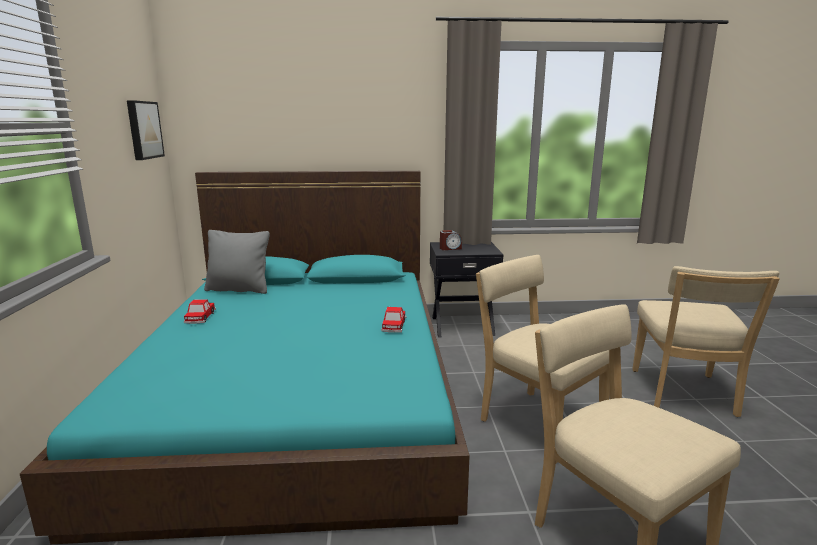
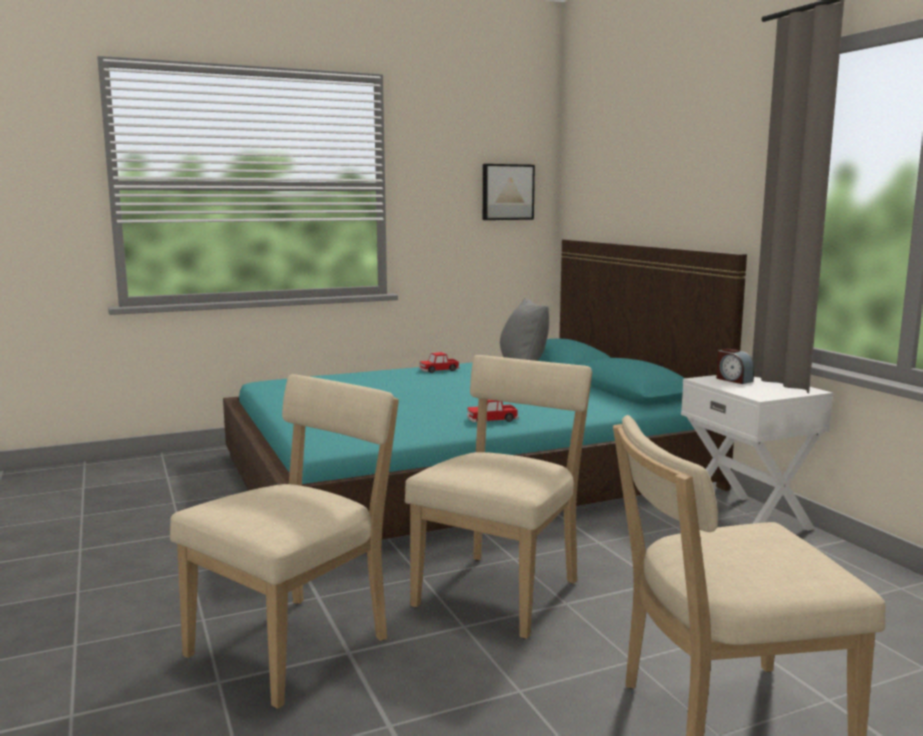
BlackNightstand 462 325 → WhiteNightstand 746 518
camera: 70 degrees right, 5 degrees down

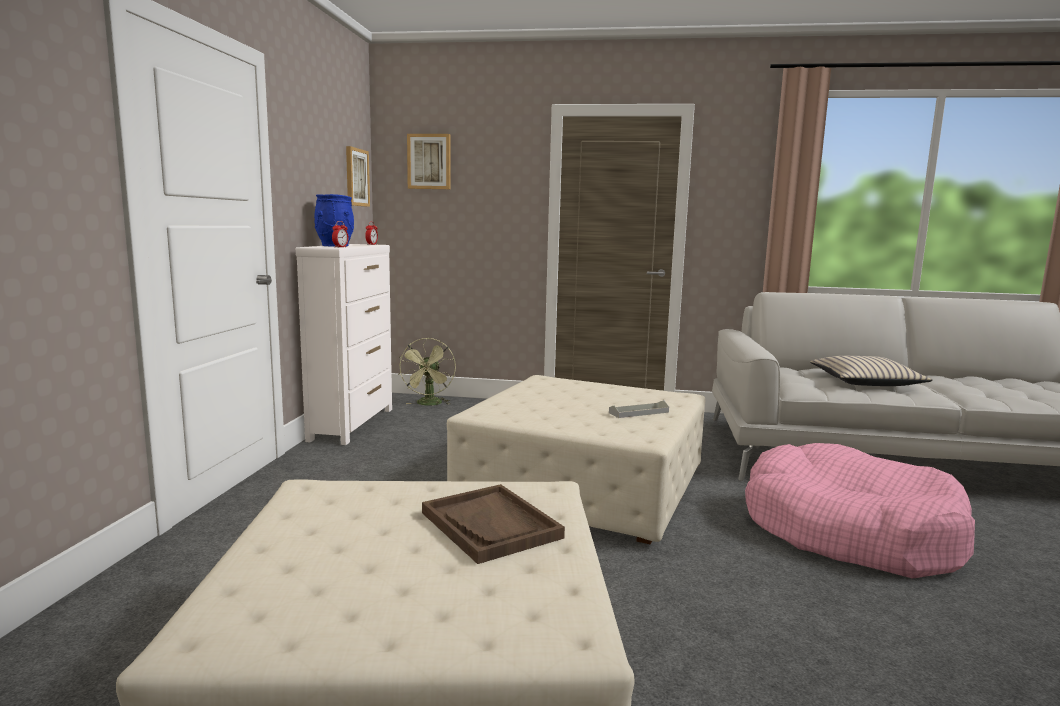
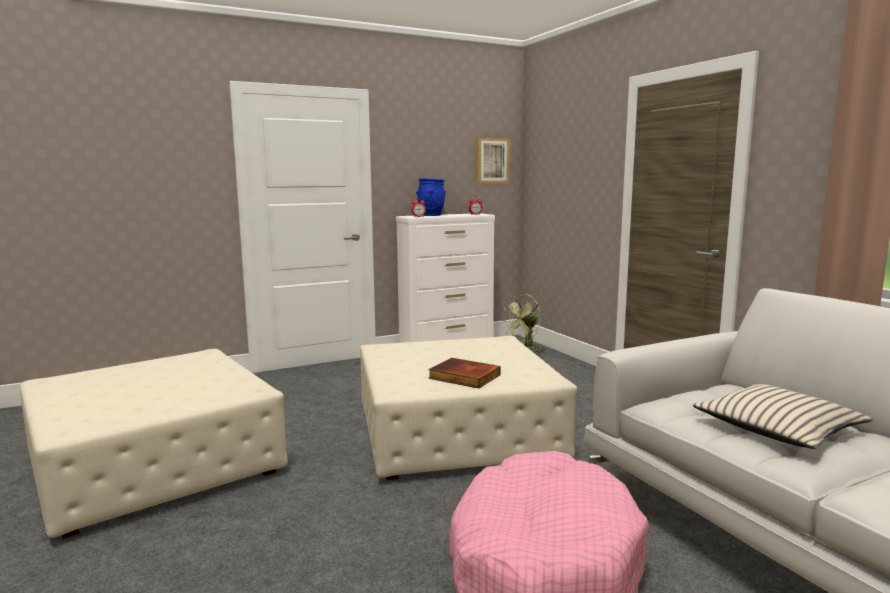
GreyTray 638 412 → Book 463 377
Picture 429 161 → -
BrownTray 491 525 → -
camera: 55 degrees right, 0 degrees up

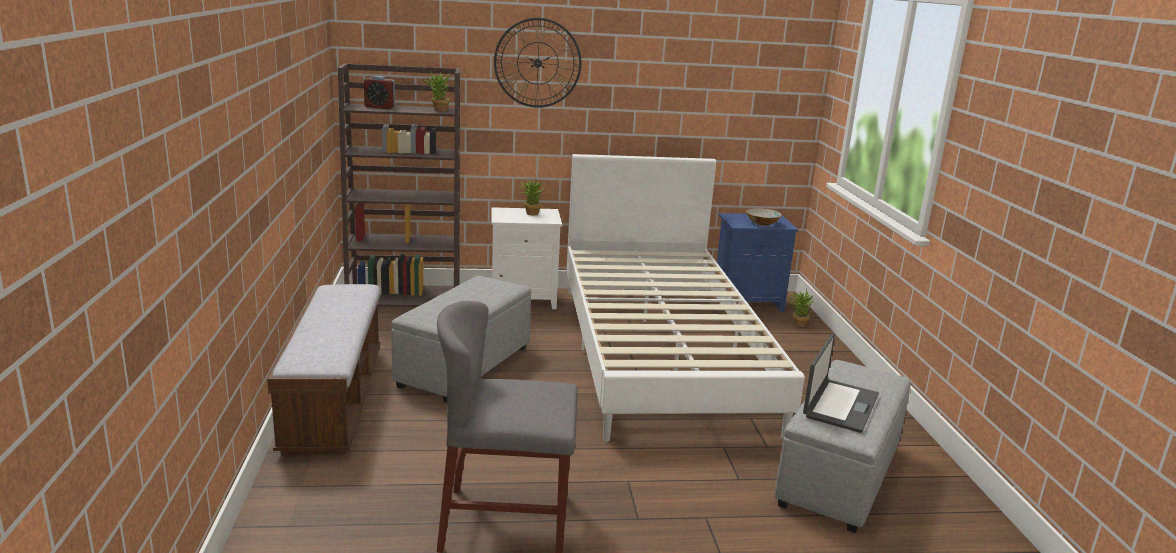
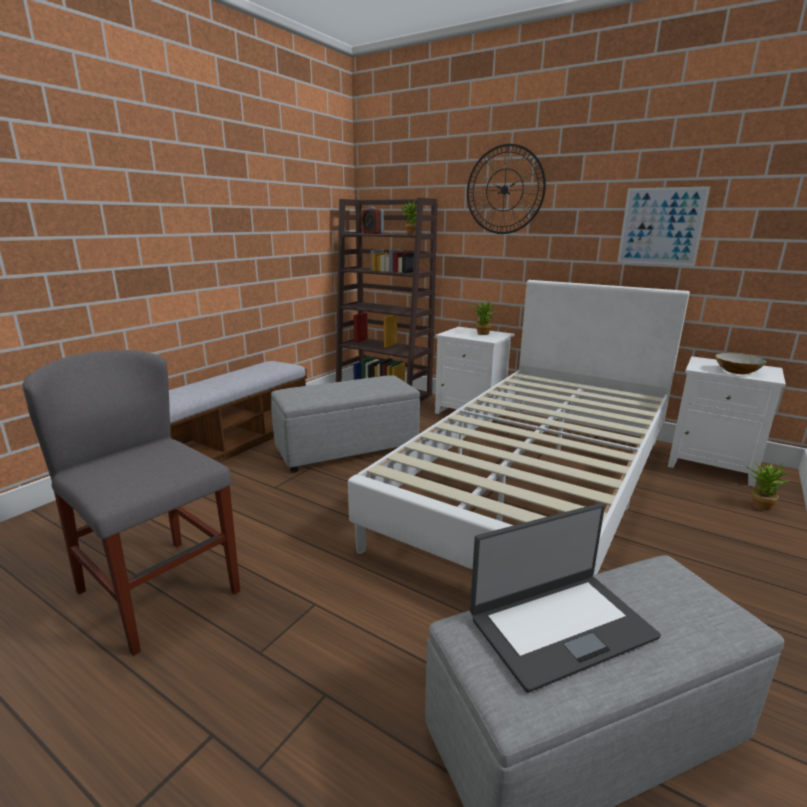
- → Picture 661 226
BlueNightstand 748 301 → WhiteNightstand 713 465
camera: 40 degrees right, 0 degrees up

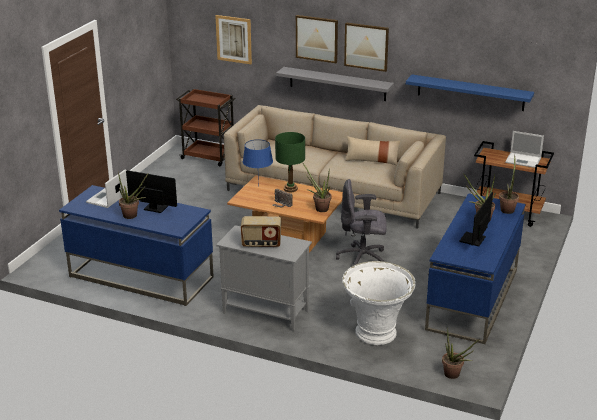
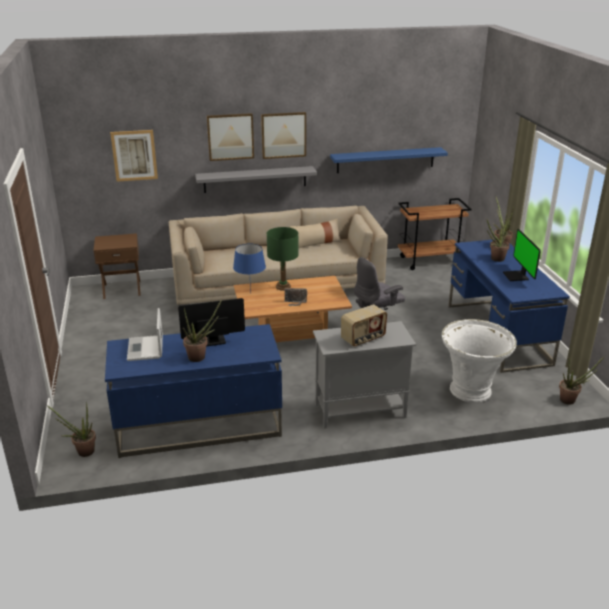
PottedPlant 319 208 → PottedPlant 82 452, move
BrownCart 209 157 → BrownNightstand 122 289
Laptop 524 160 → -
camera: 35 degrees left, 0 degrees up

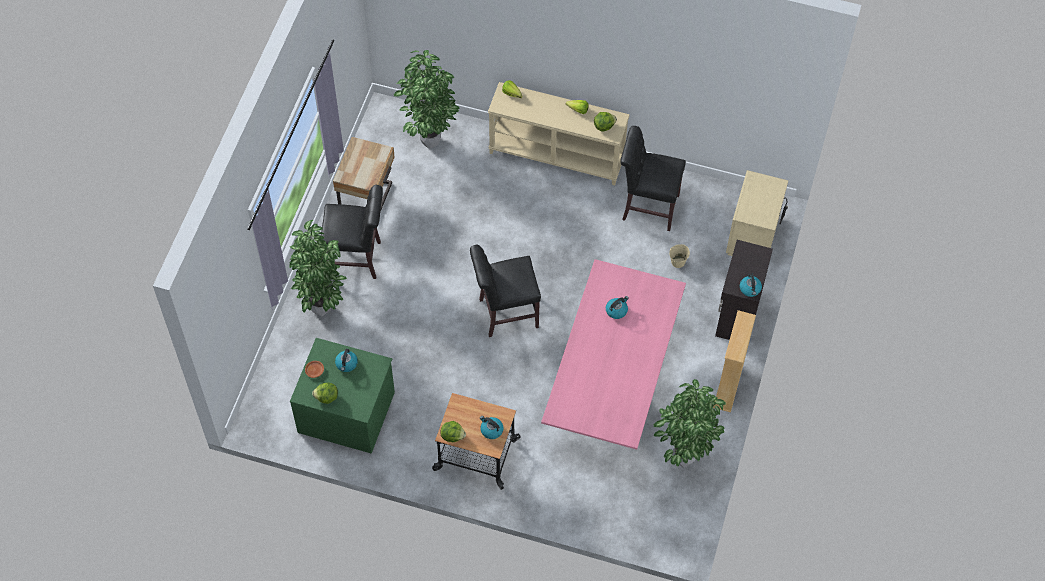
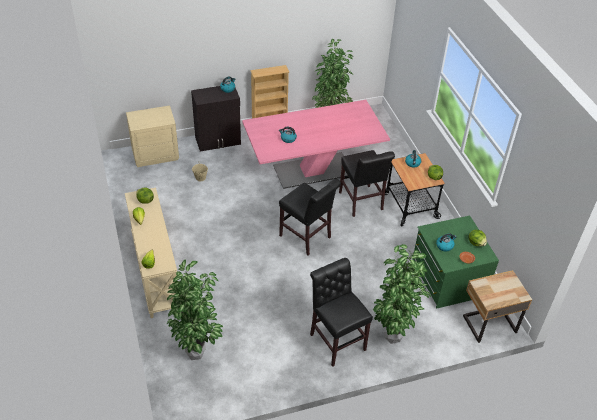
BlackChair 647 207 → BlackChair 361 203, move
BeigeNightstand 368 198 → BeigeNightstand 488 323, move
camera: 125 degrees left, 15 degrees down

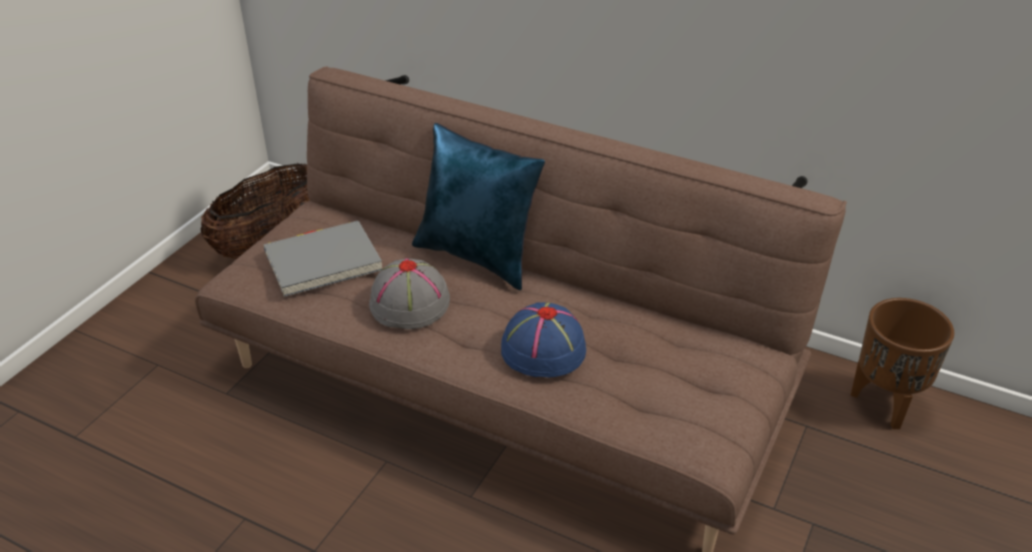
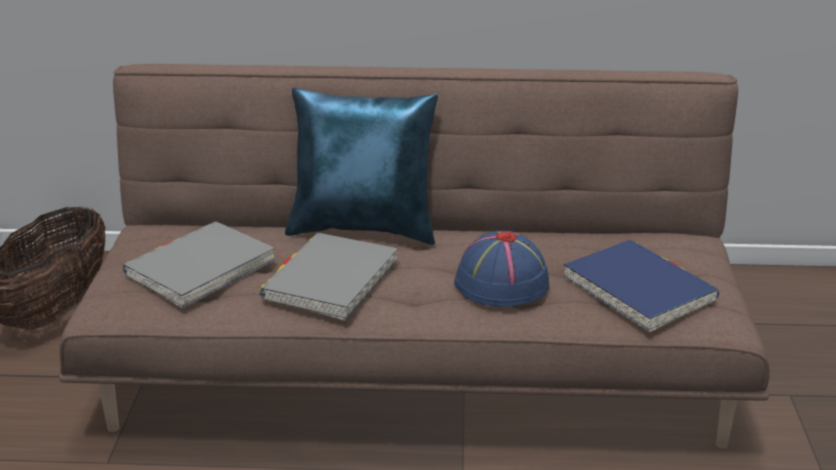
GreyHat 409 304 → GreyBook 331 281
- → BlueBook 638 290
BrownPlanter 885 404 → -
camera: 25 degrees left, 10 degrees down

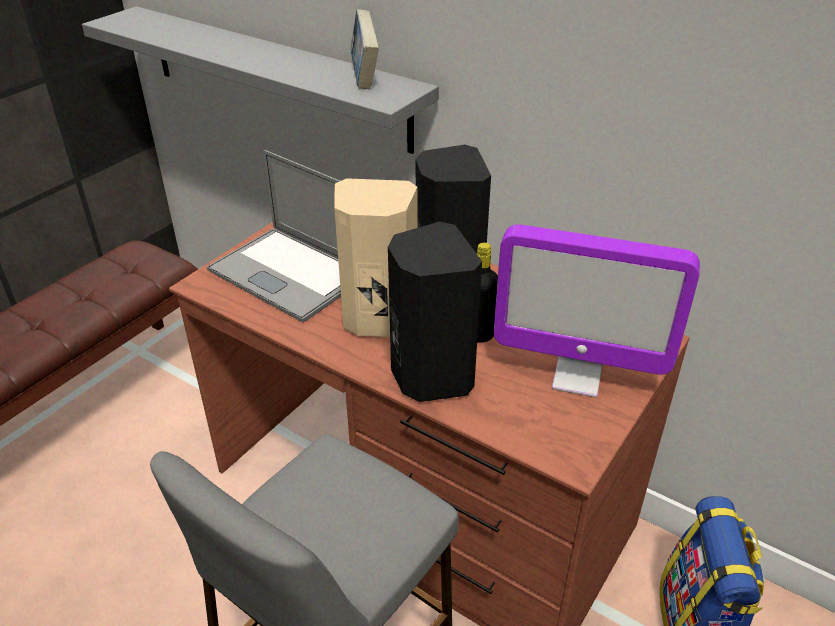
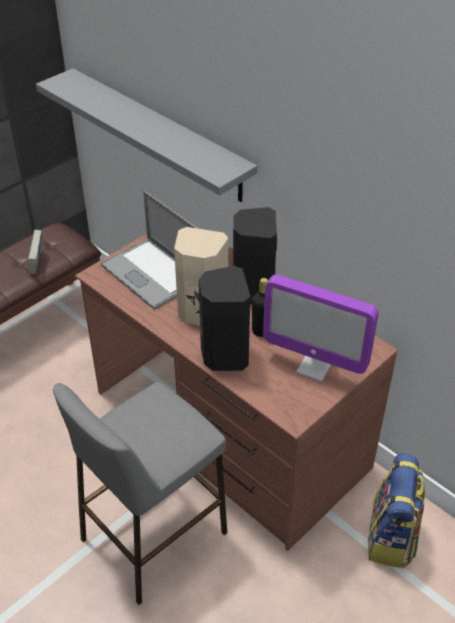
Book 364 77 → Book 37 264, move
camera: 10 degrees right, 5 degrees up

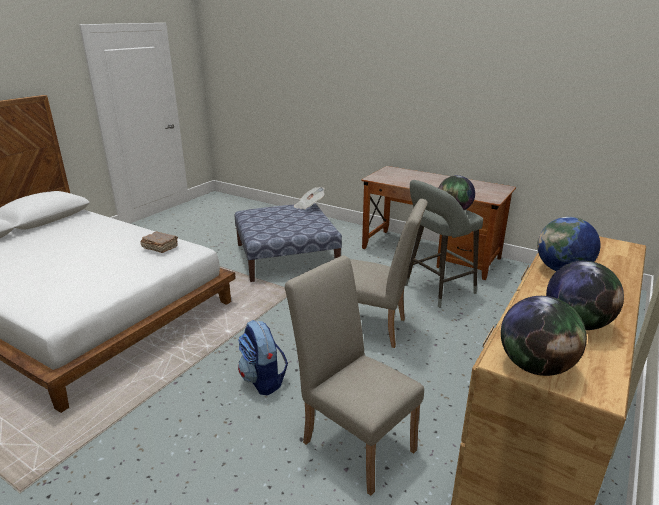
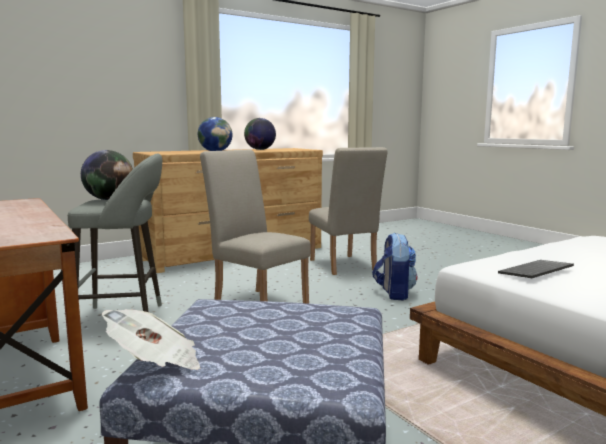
BrownBook 160 247 → Keyboard 537 271
Globe 535 366 → -
camera: 155 degrees left, 15 degrees down

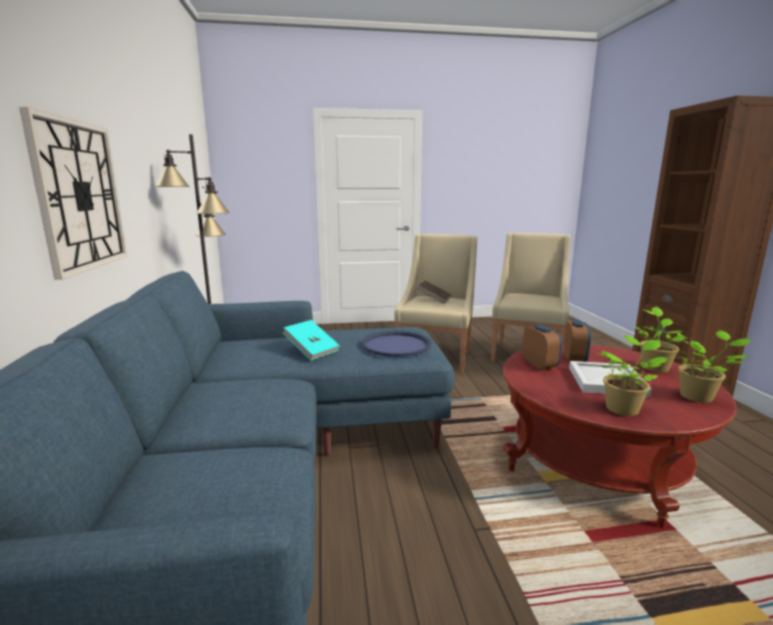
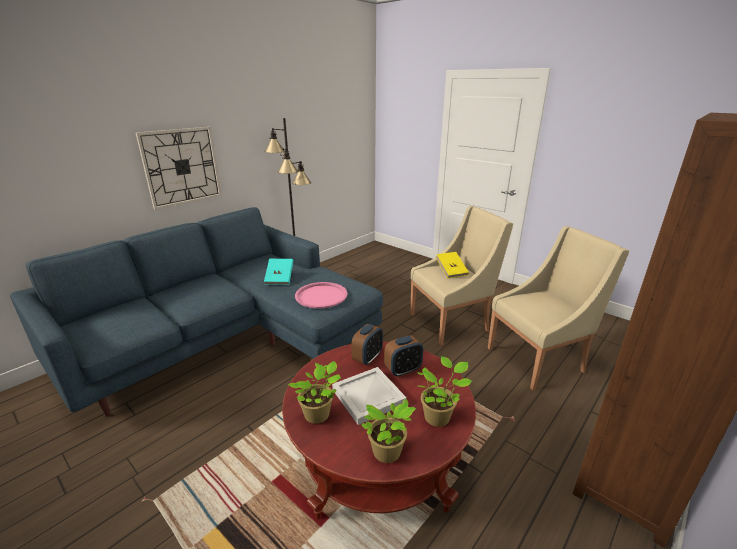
BlueTray 396 344 → PinkTray 321 296
BrownBook 434 300 → YellowBook 451 271
camera: 50 degrees right, 10 degrees up

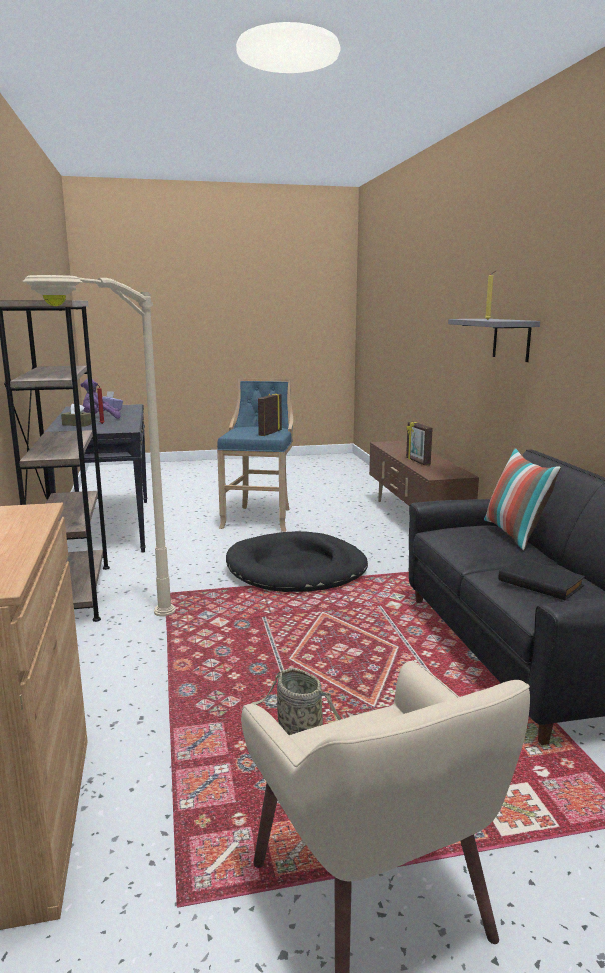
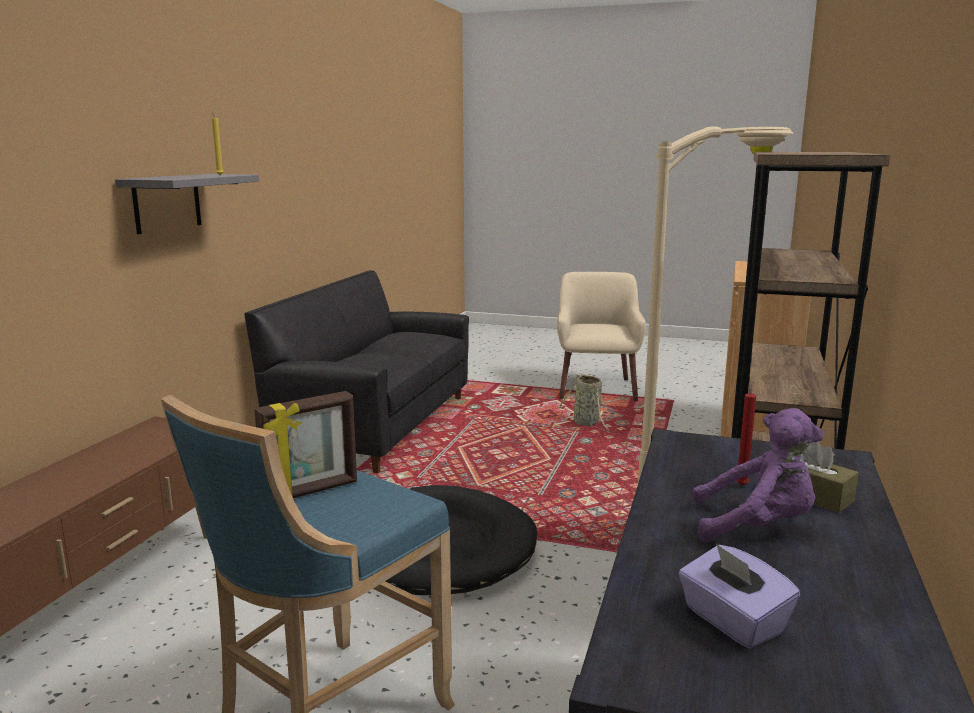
PictureFrame 417 461 → -
Pillow 515 534 → -
BlackBook 542 582 → -
camera: 150 degrees left, 0 degrees up

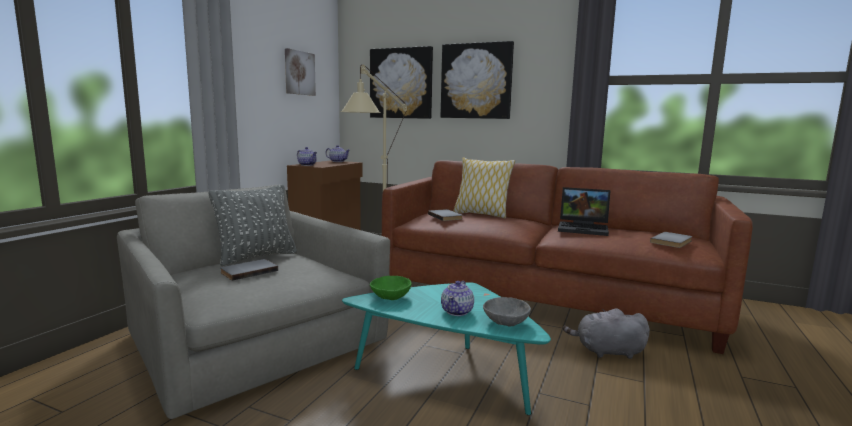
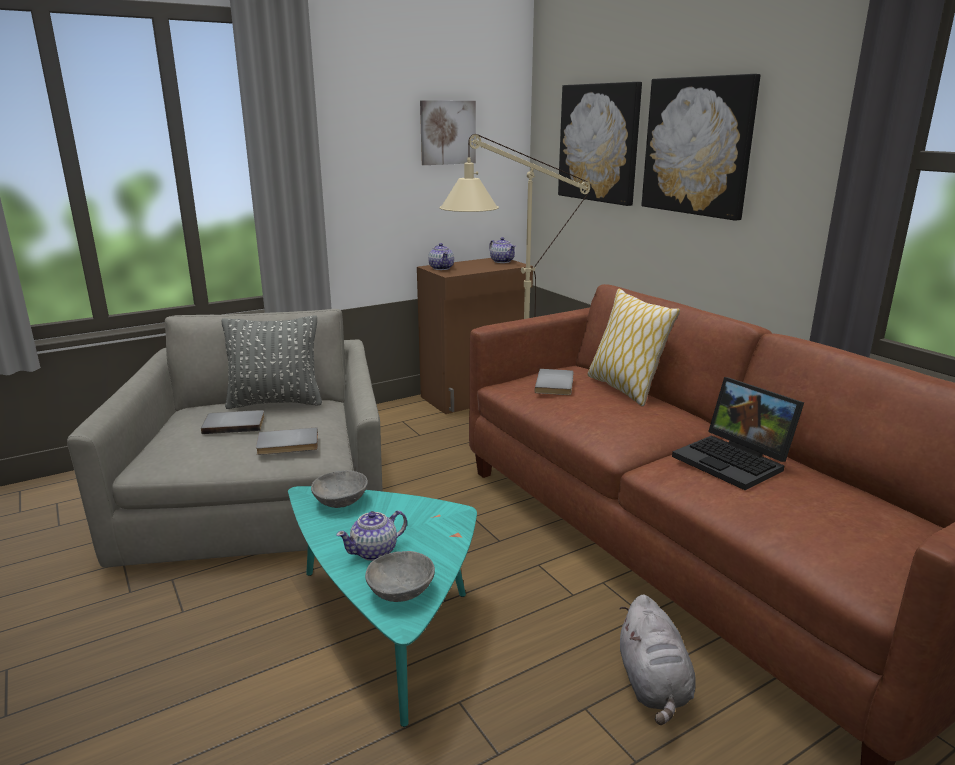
GreyBook 673 242 → GreyBook 288 444, move
GreenBowl 391 297 → GreyBowl 341 501
GreyPlushToy 607 352 → GreyPlushToy 653 685, 135 degrees counterclockwise
camera: 35 degrees right, 10 degrees up

